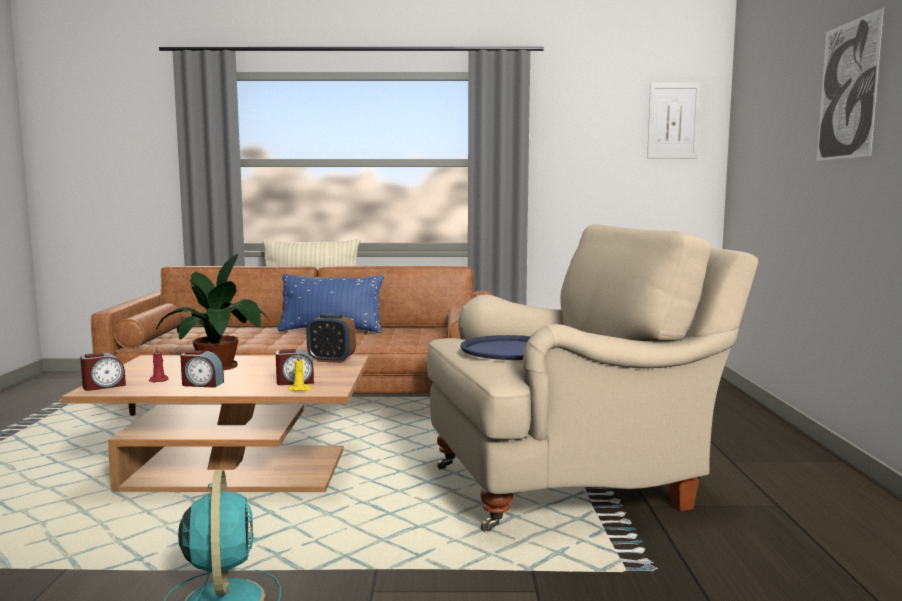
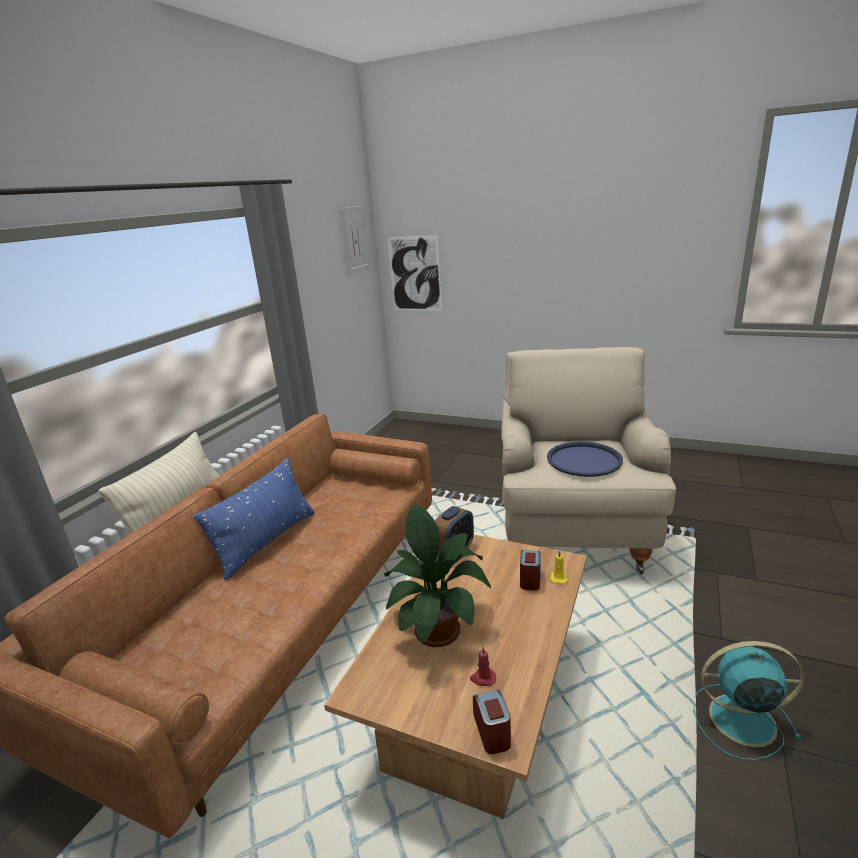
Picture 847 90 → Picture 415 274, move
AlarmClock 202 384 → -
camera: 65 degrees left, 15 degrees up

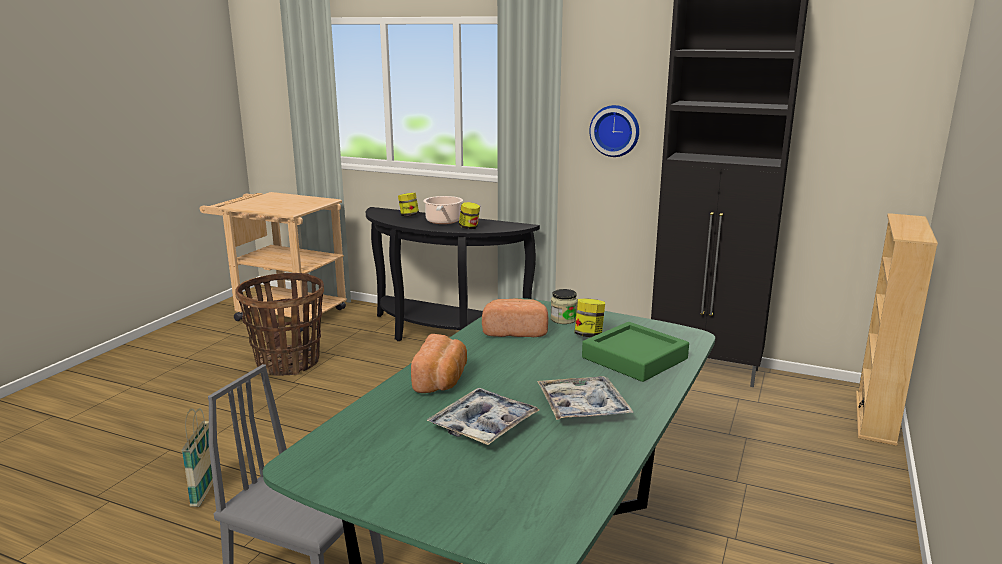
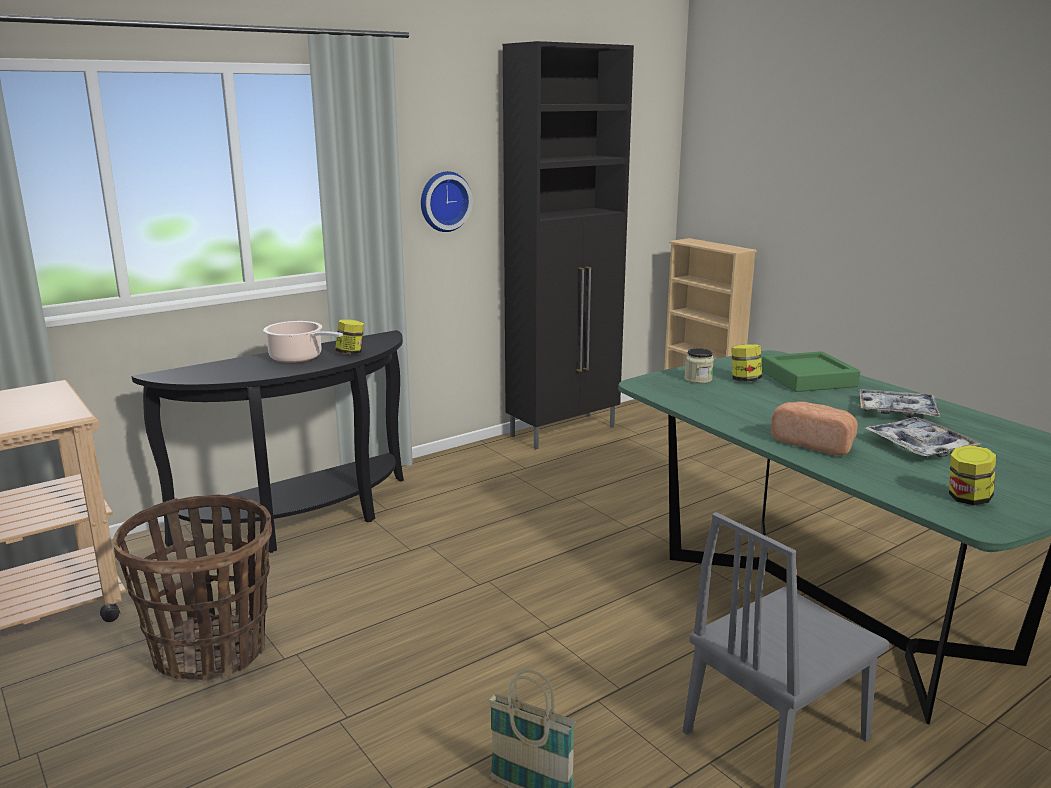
Jar 409 215 → Jar 967 499, move
Bread 515 331 → -
camera: 60 degrees left, 0 degrees up

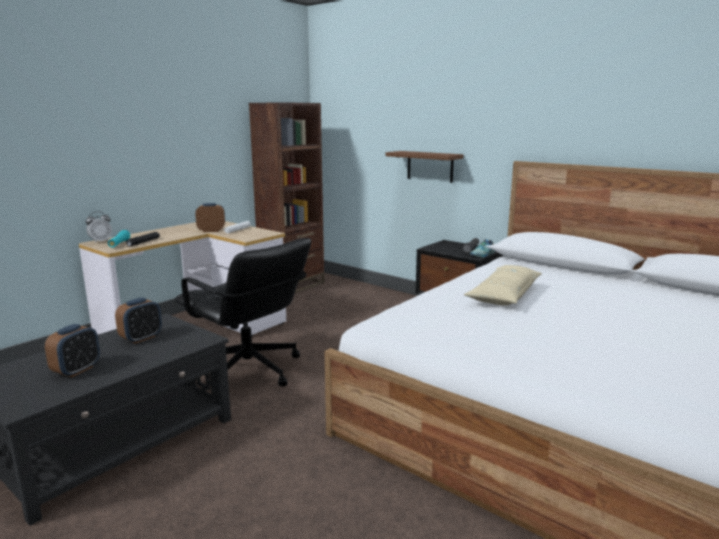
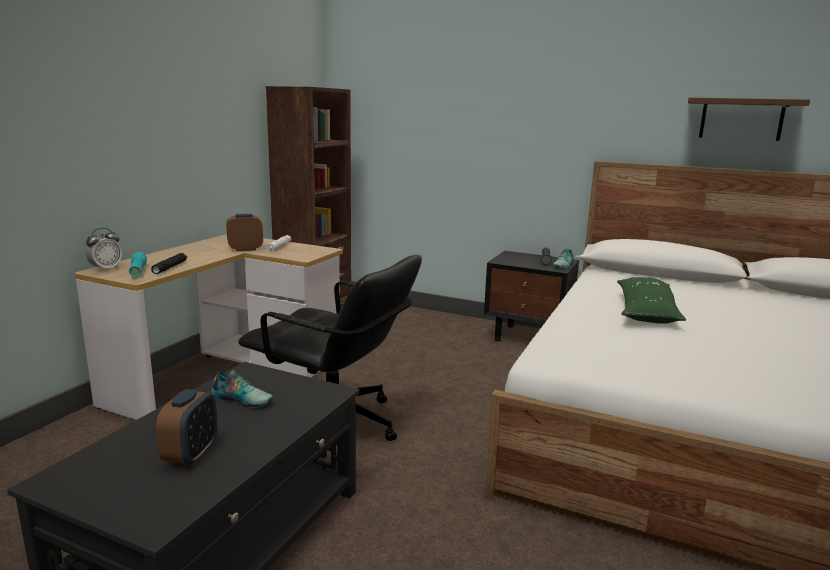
AlarmClock 141 338 → Shoe 242 399
BeigePillow 504 295 → GreenPillow 645 311
BrownShelf 430 166 → BrownShelf 741 119, move
camera: 15 degrees left, 0 degrees up

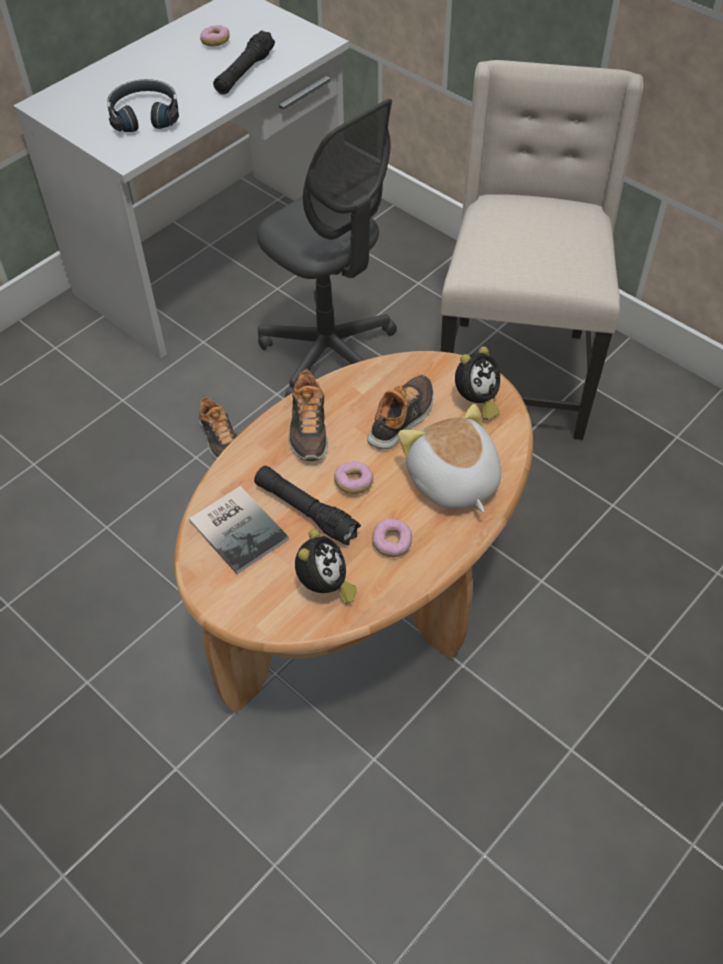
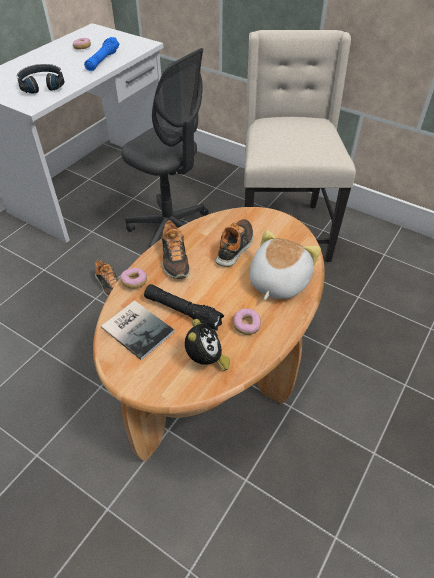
BlackFlashlight 244 72 → BlueFlashlight 102 60
Donut 353 483 → Donut 134 282, move
PlushToy 452 481 → PlushToy 277 281, 60 degrees clockwise
AlarmClock 476 401 → -
camera: 10 degrees left, 5 degrees down

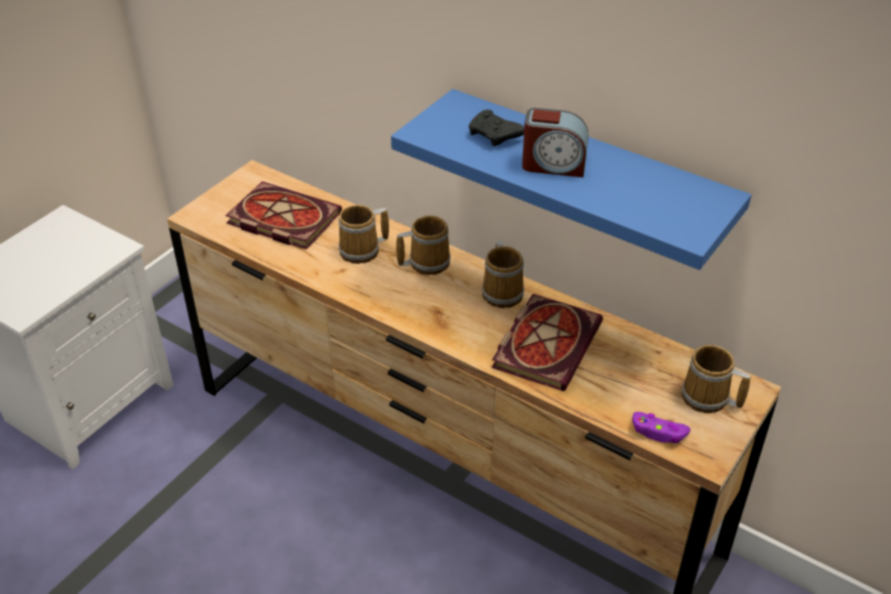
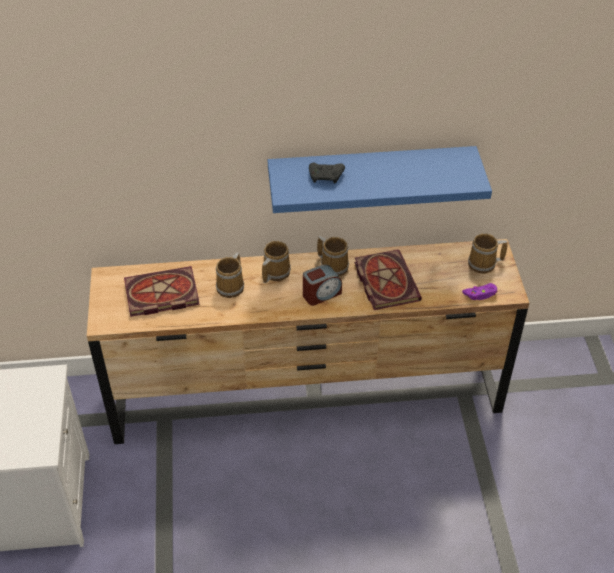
AlarmClock 553 165 → AlarmClock 321 294, move
camera: 40 degrees left, 5 degrees up

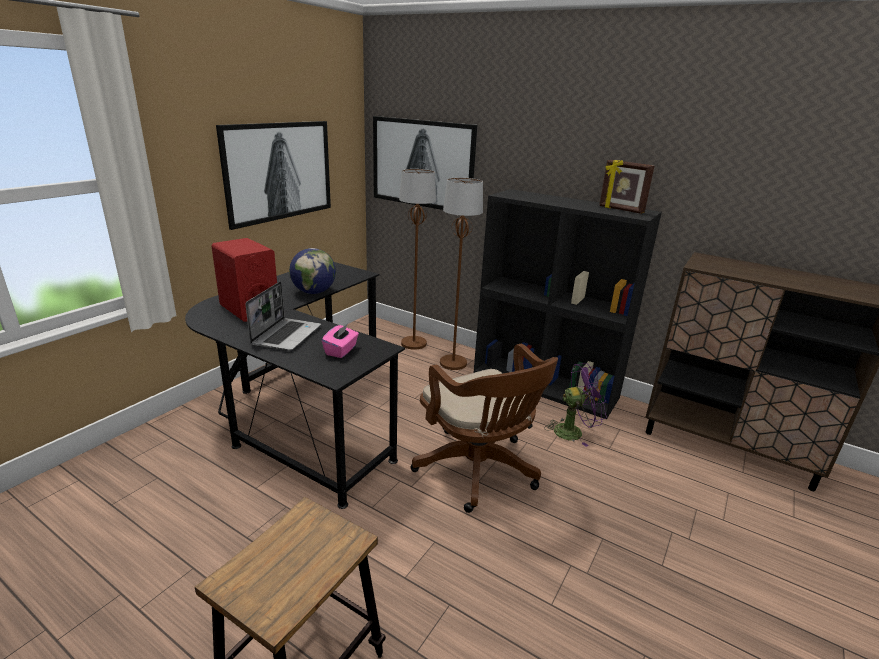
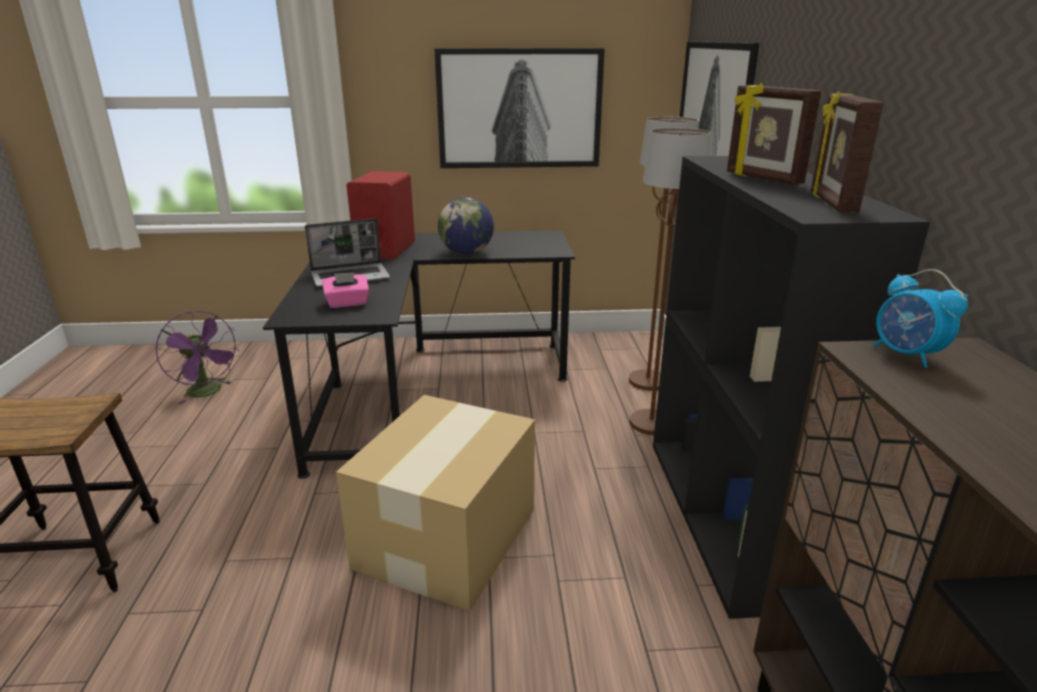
PurpleFan 573 431 → PurpleFan 208 392, move
BrownOfficeChair 479 471 → CardboardBox 445 539
- → PictureFrame 762 178
- → AlarmClock 906 355
camera: 55 degrees right, 0 degrees up

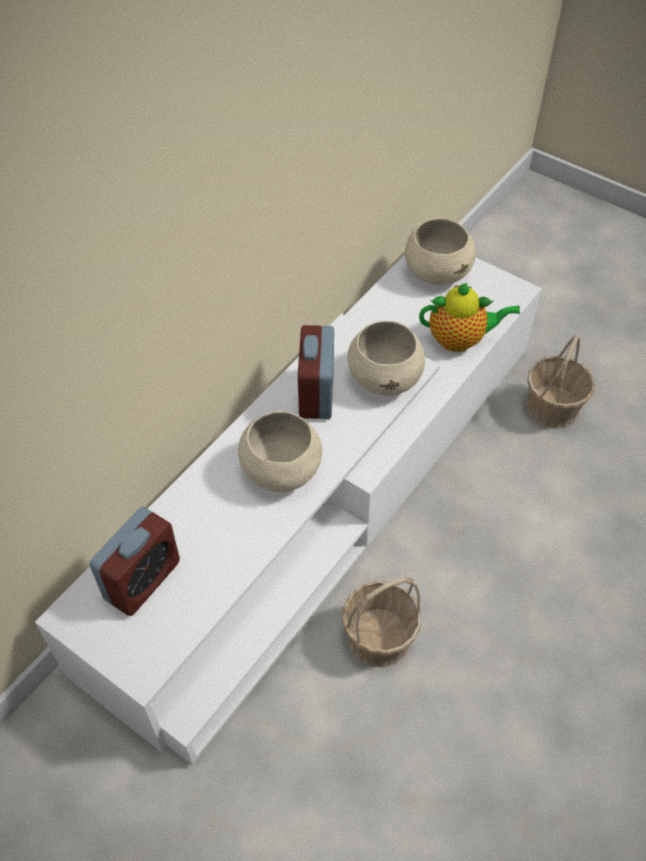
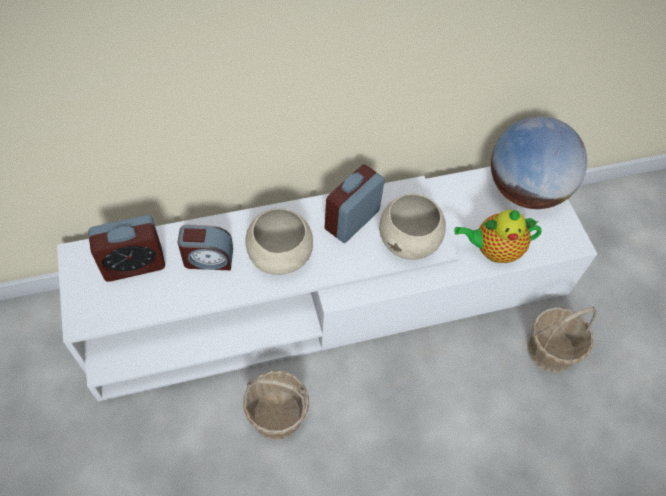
- → AlarmClock 208 258
Teapot 460 340 → Teapot 493 250, 135 degrees clockwise
BeigeBowl 437 272 → Globe 525 190
camera: 35 degrees right, 5 degrees up

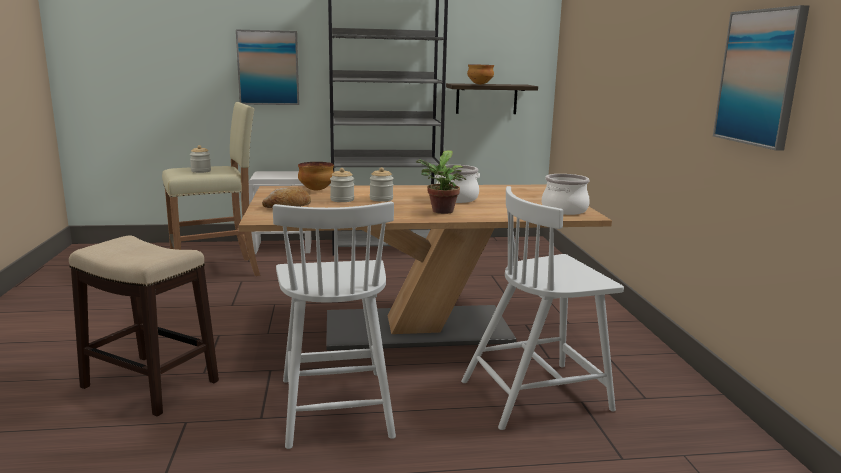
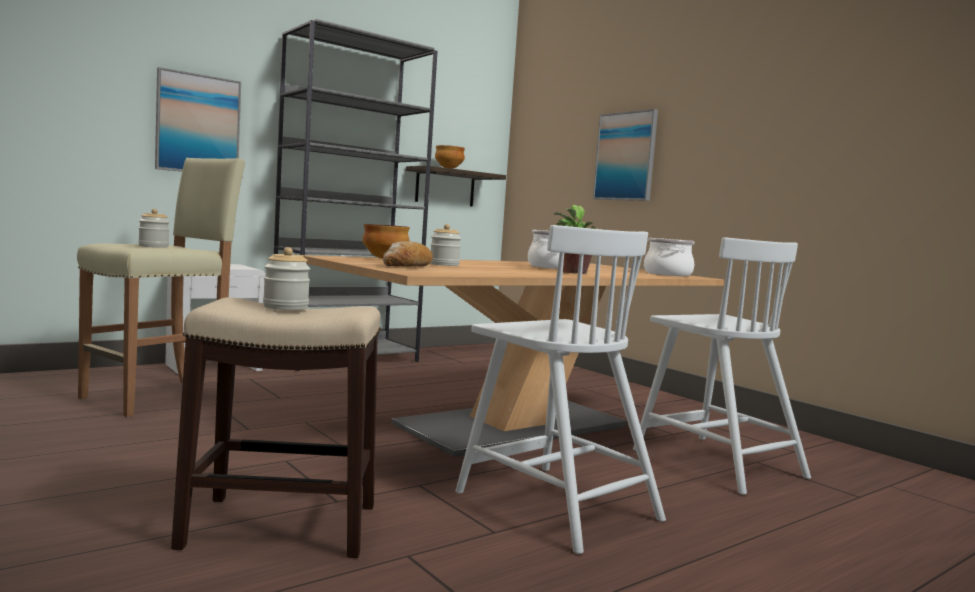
Jar 381 199 → Jar 285 307, move
Picture 759 77 → Picture 625 156, move
WhiteChair 538 394 → WhiteChair 715 462, 75 degrees counterclockwise
camera: 30 degrees left, 10 degrees down

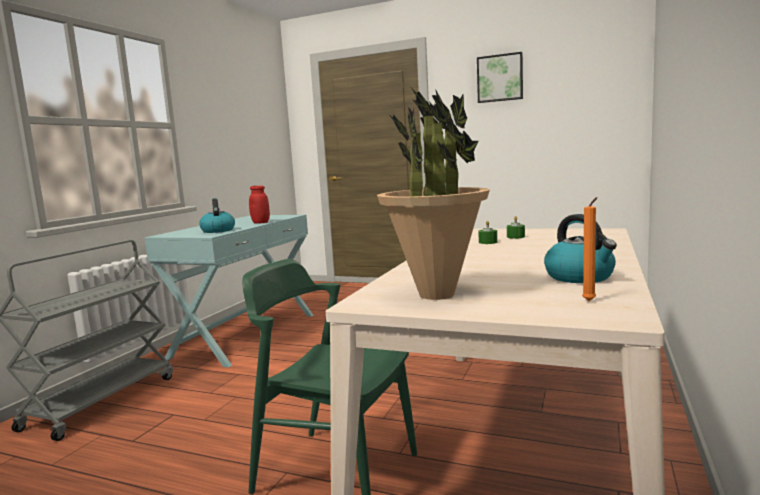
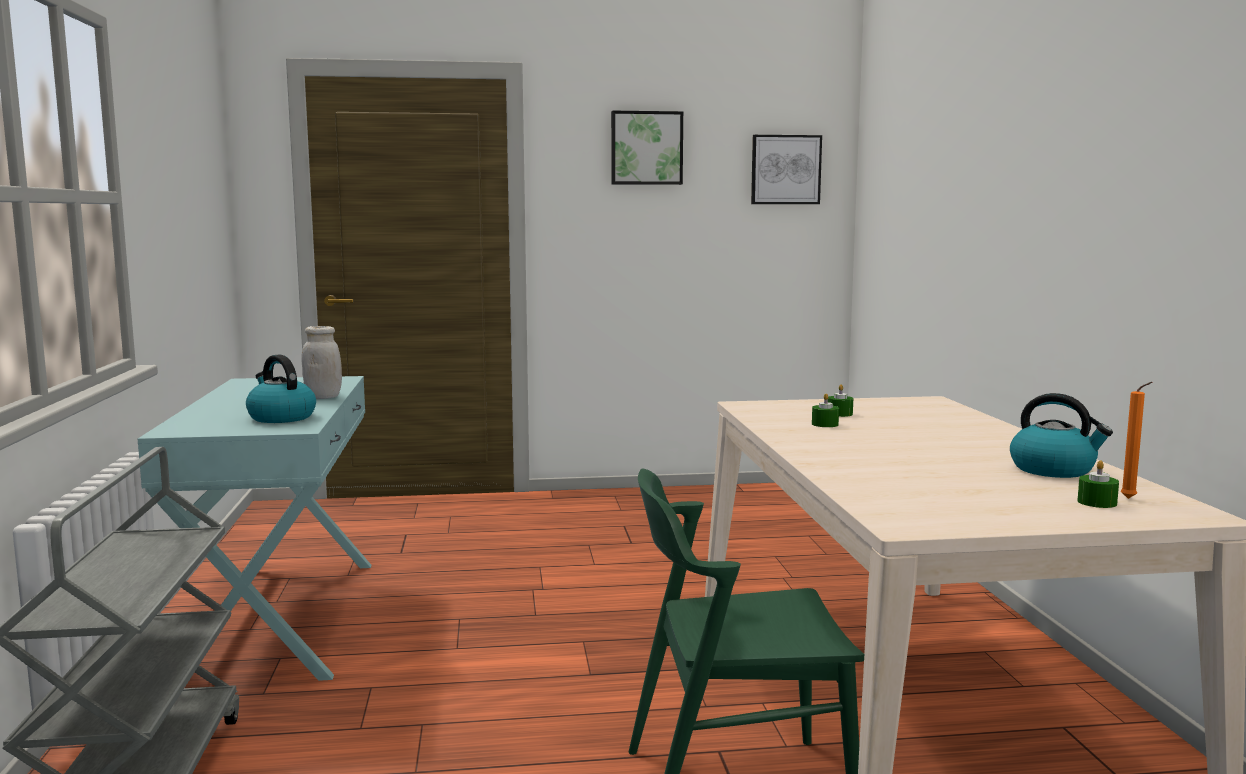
RedJar 260 223 → WhiteJar 323 397
- → Picture 785 170
- → GreenCandle 1097 502
PottedPlant 437 295 → -
camera: 30 degrees left, 0 degrees up

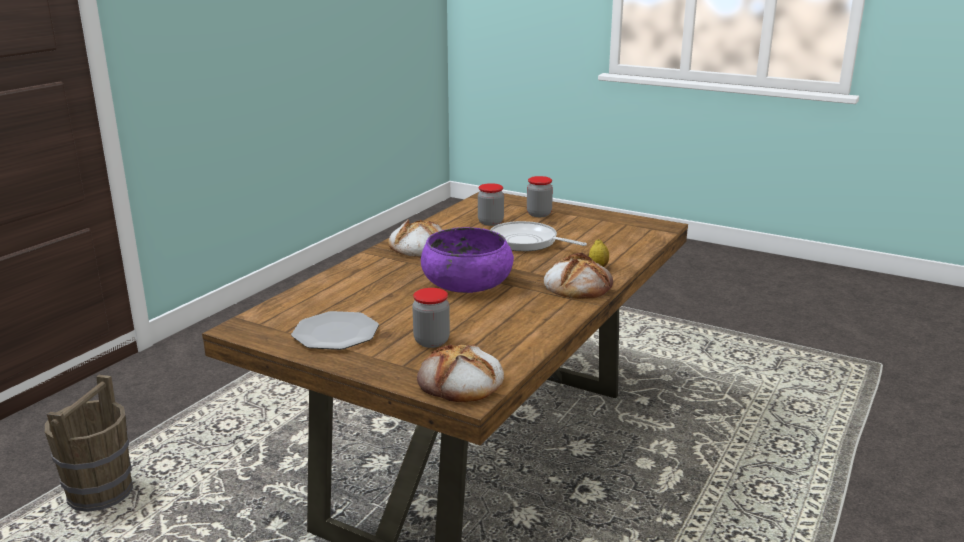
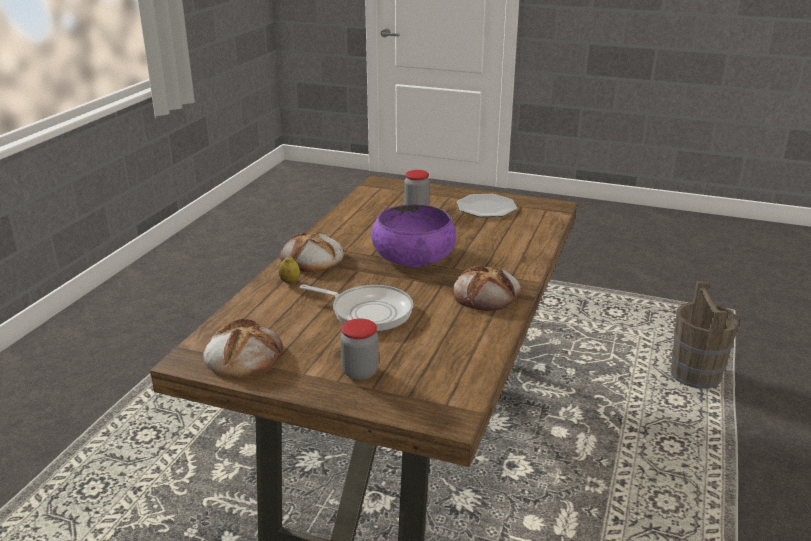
Bread 461 382 → Bread 243 355, move
Jar 490 222 → -
camera: 170 degrees right, 5 degrees up

